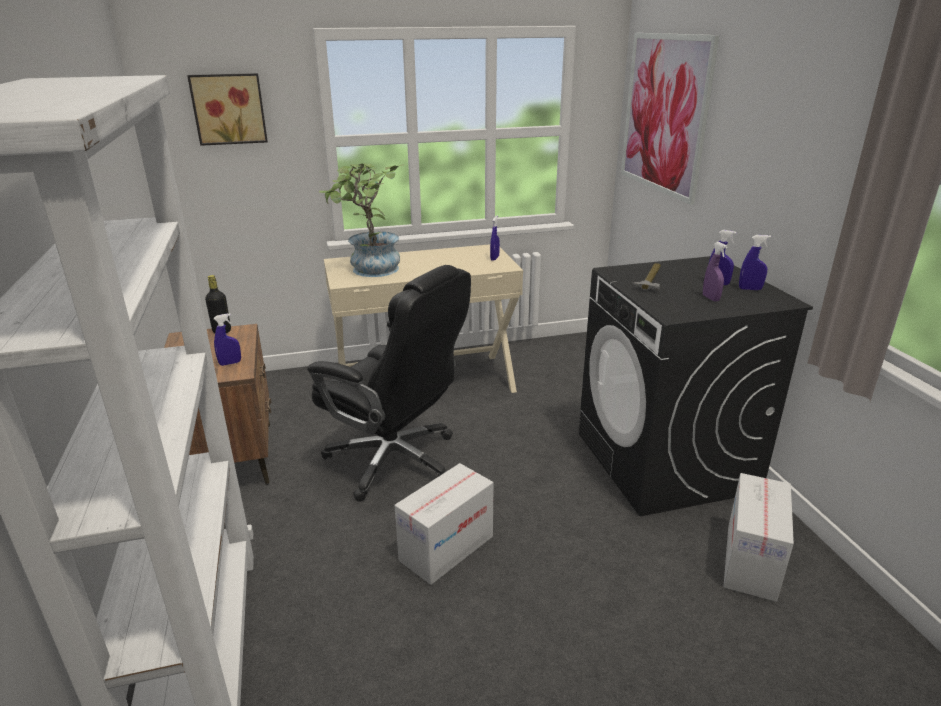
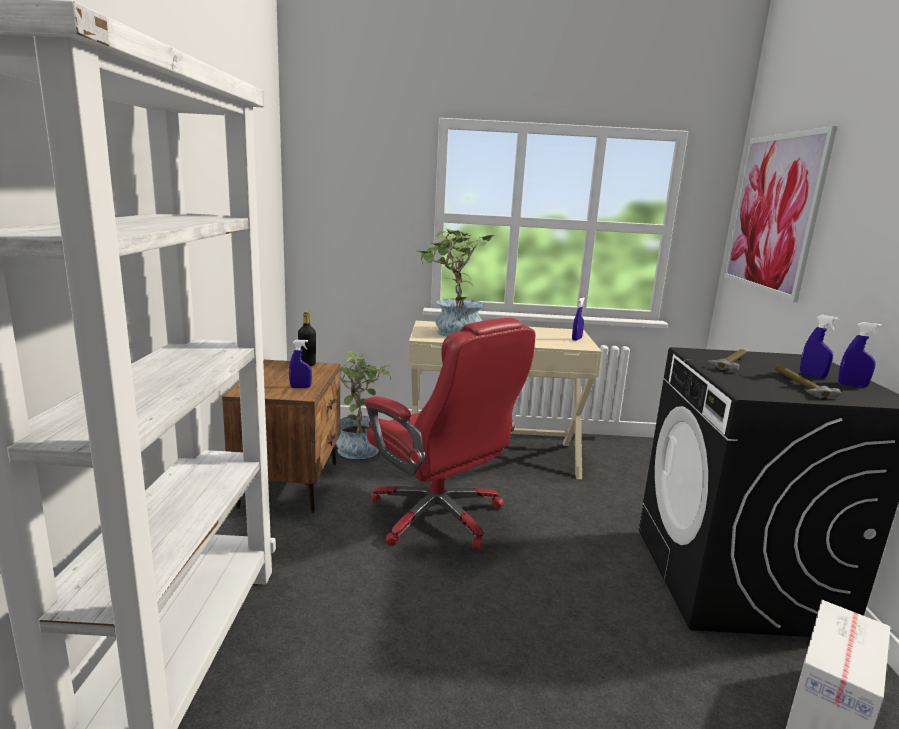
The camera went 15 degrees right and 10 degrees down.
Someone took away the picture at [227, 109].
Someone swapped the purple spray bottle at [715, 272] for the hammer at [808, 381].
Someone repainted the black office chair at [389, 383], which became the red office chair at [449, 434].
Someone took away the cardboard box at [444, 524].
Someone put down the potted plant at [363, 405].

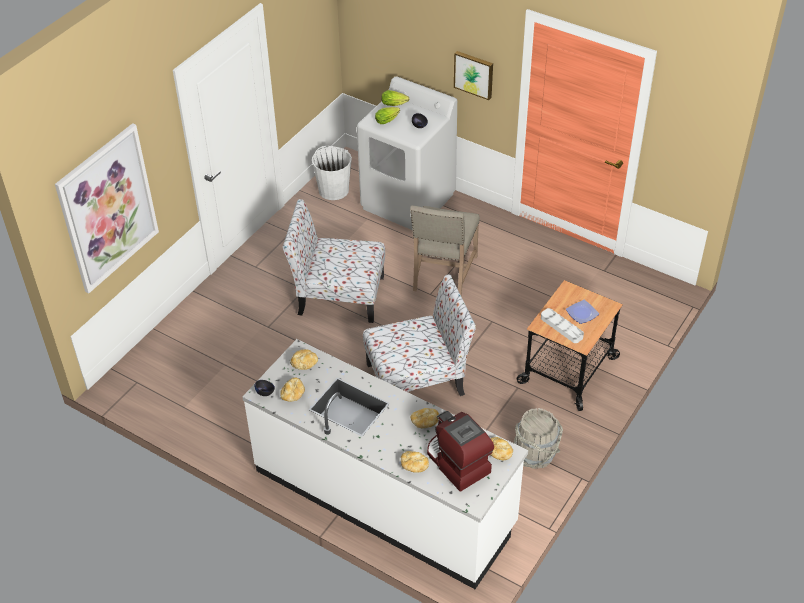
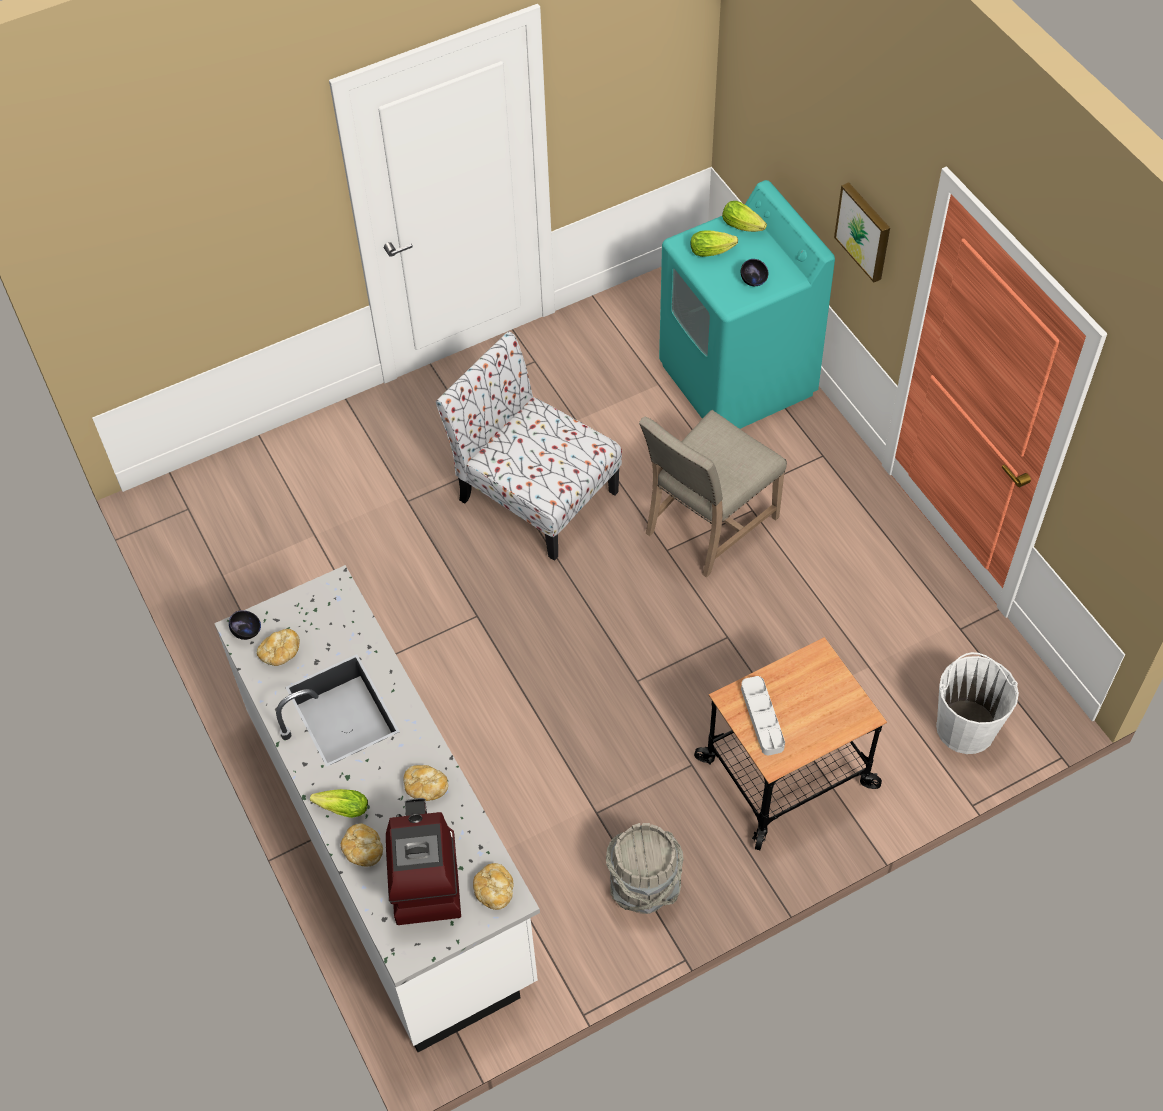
The camera went 30 degrees right and 10 degrees up.
Someone repainted the white washing machine at [407, 153], which became the turquoise washing machine at [747, 304].
Someone took away the picture at [107, 208].
Someone carried the white bucket from [332, 173] to [977, 703].
Someone took away the chair at [419, 335].
Someone took away the plate at [582, 312].
Someone took away the bread at [304, 359].
Someone put down the lettuce at [339, 803].

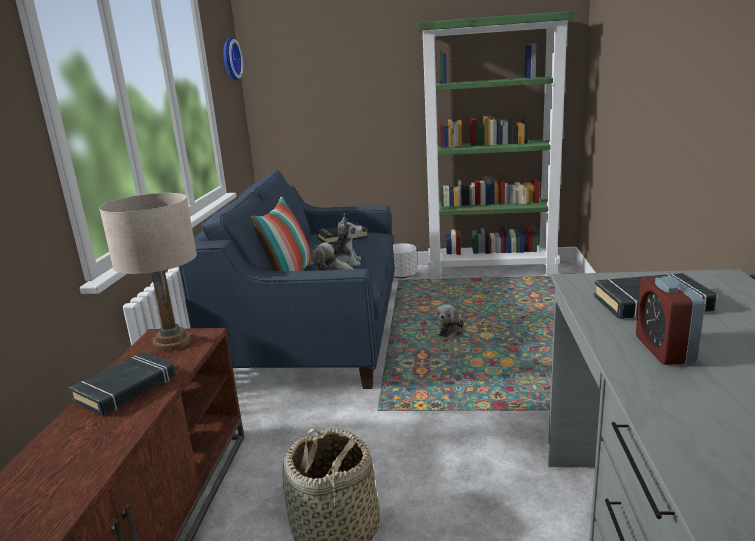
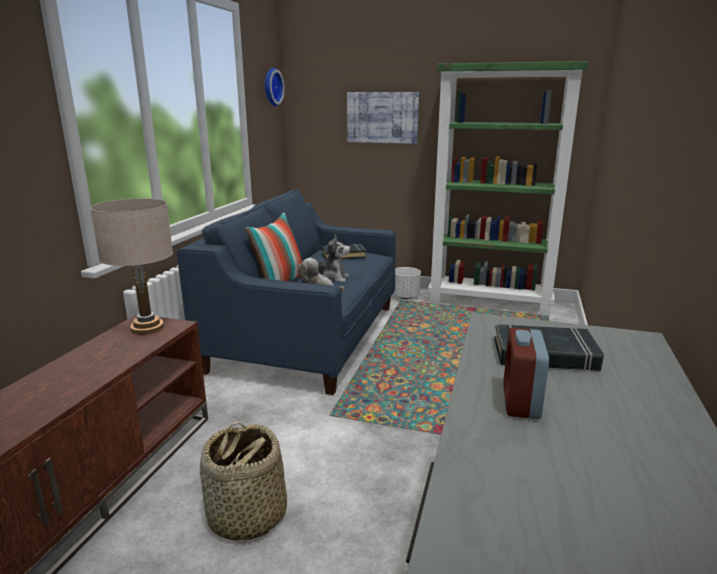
The camera went 10 degrees right and 0 degrees up.
Someone took away the plush toy at [449, 321].
Someone took away the black book at [122, 384].
Someone put up the picture at [383, 118].

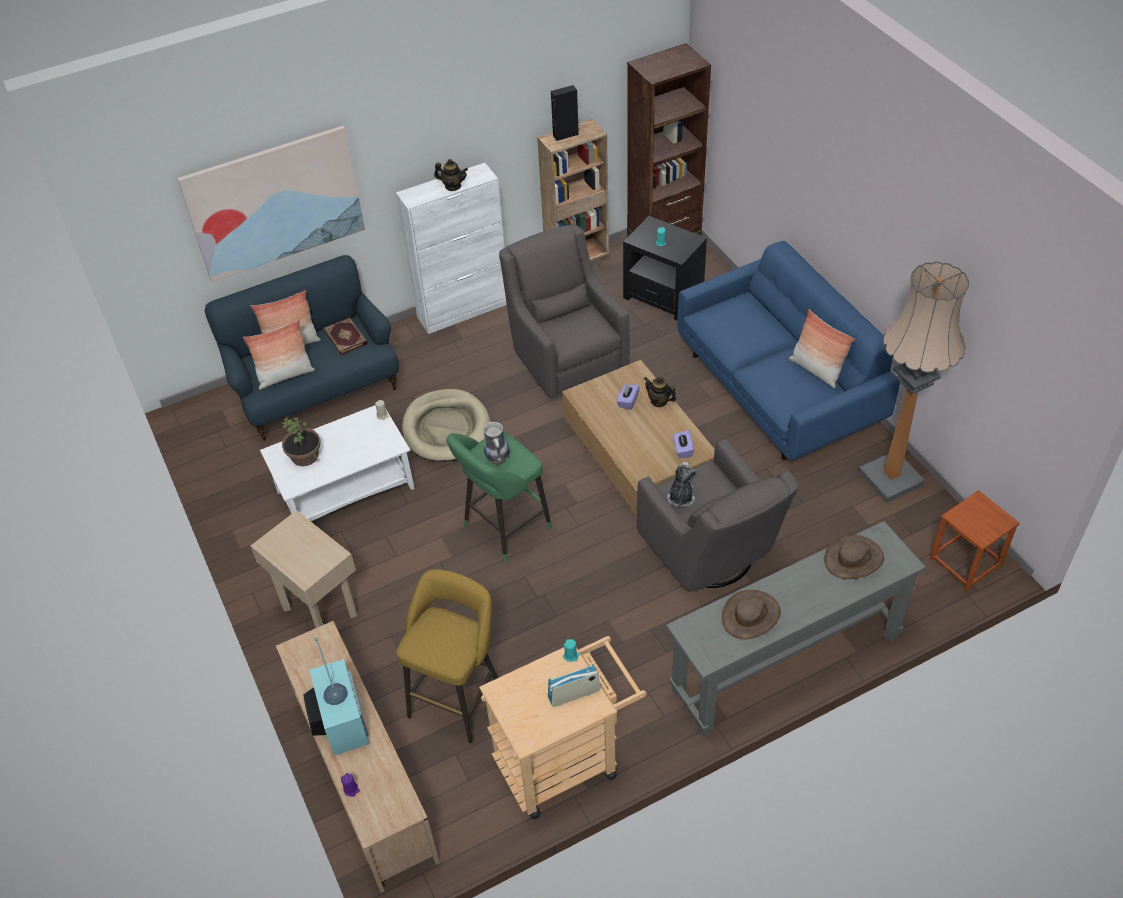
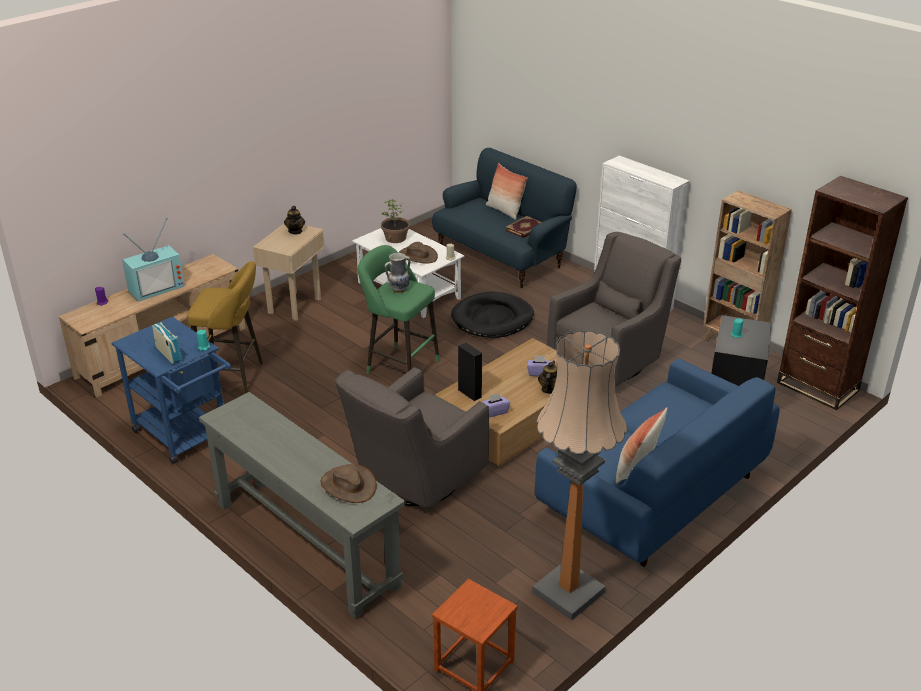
The camera went 70 degrees right and 15 degrees down.
Someone carried the black speaker from [565, 113] to [470, 372].
Someone took away the picture at [271, 204].
Someone carried the teapot from [451, 175] to [294, 220].
Someone took away the pillow at [279, 355].
Someone repainted the beige dog bed at [446, 425], which became the black dog bed at [492, 315].
Someone took away the plush toy at [682, 484].
Someone carried the brown hat from [751, 614] to [418, 252].
Someone repainted the beige cart at [563, 727], which became the blue cart at [171, 390].

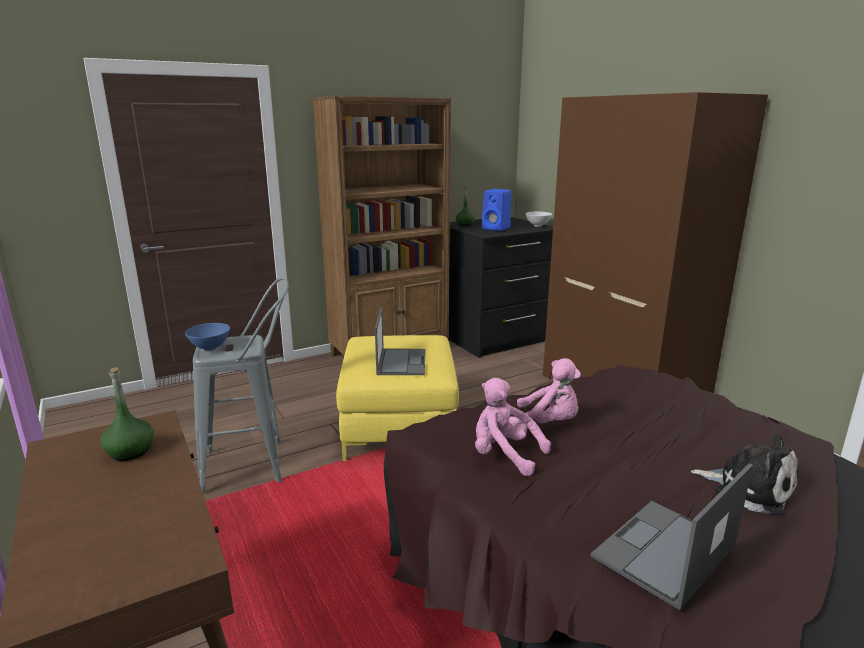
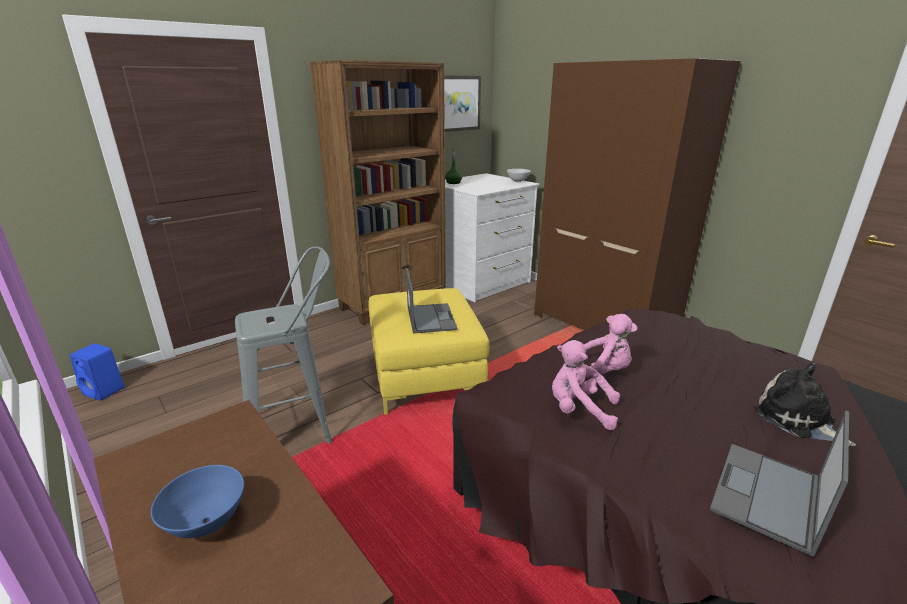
The camera went 10 degrees left and 5 degrees up.
Someone carried the blue speaker from [496, 210] to [97, 372].
Someone repainted the black dresser at [500, 287], which became the white dresser at [492, 238].
Someone carried the blue bowl from [207, 337] to [197, 501].
Someone took away the green bottle at [127, 414].
Someone rotated the plush toy at [744, 475] by 150 degrees counterclockwise.
Someone put up the picture at [462, 103].

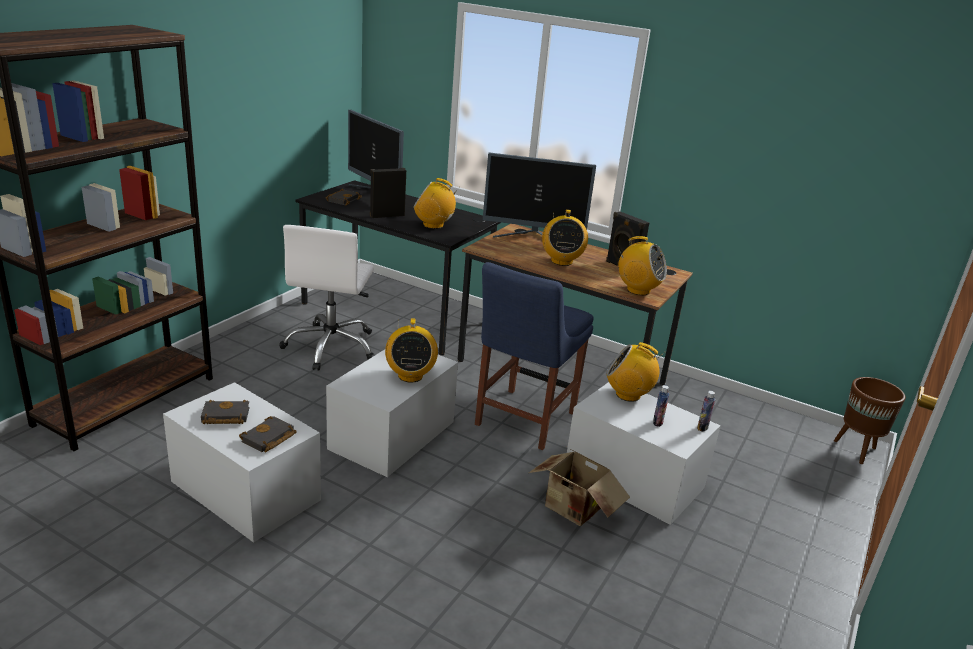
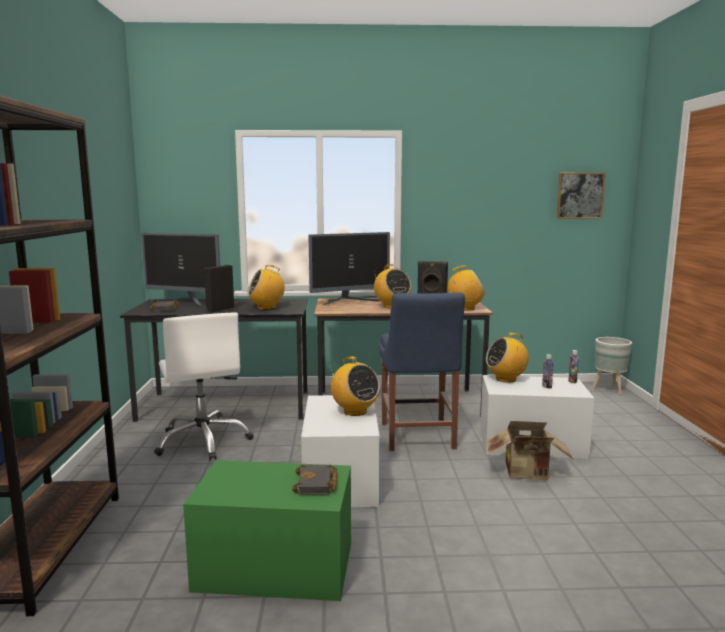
The camera went 30 degrees left and 15 degrees down.
Someone repainted the brown planter at [870, 420], which became the grey planter at [612, 366].
Someone repainted the white storage box at [242, 462], which became the green storage box at [267, 530].
Someone took away the black book at [225, 412].
Someone put up the picture at [581, 195].

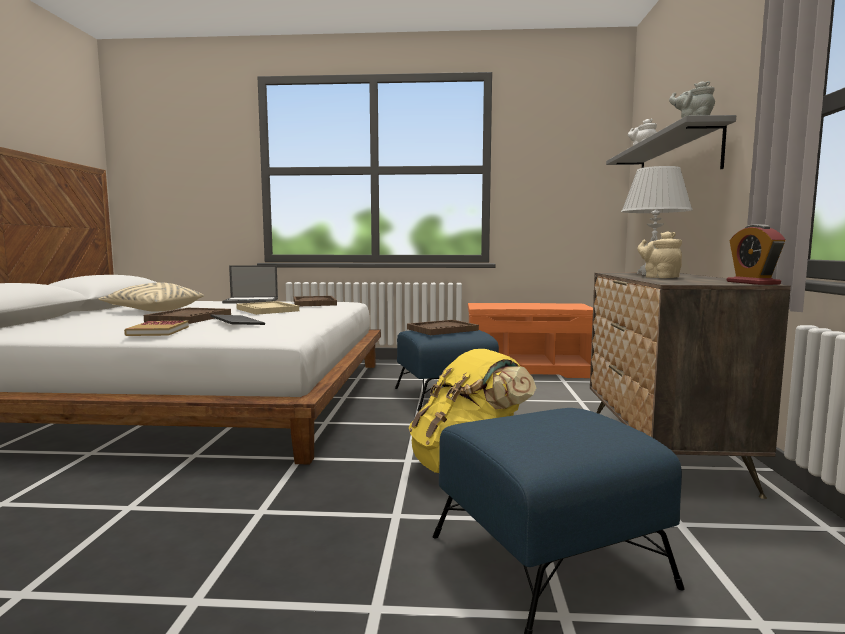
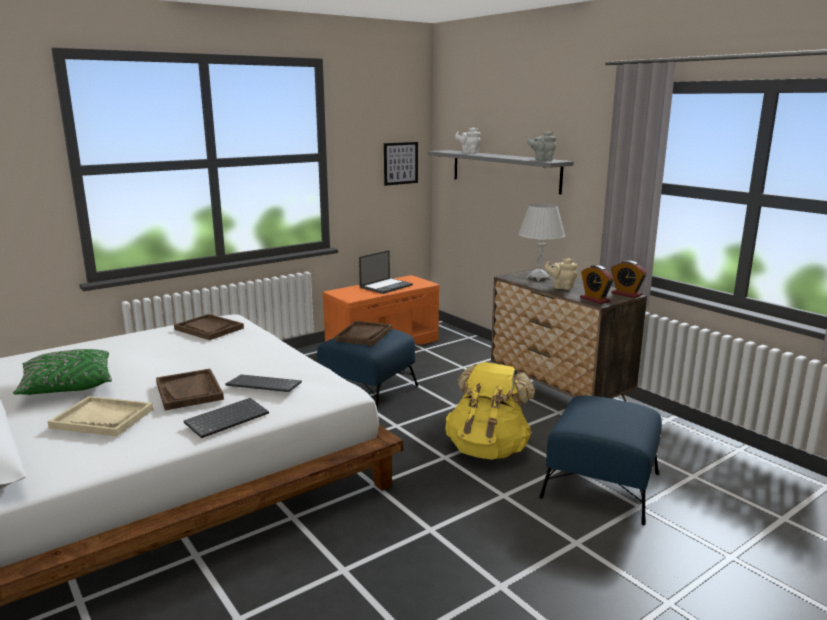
The camera went 40 degrees left and 10 degrees up.
Someone carried the laptop from [250, 284] to [386, 272].
Someone repainted the beige pillow at [151, 296], which became the green pillow at [62, 372].
Someone carried the beige tray from [267, 308] to [100, 416].
Someone swapped the book at [156, 328] for the keyboard at [226, 418].
Someone put up the picture at [401, 164].
Someone put down the alarm clock at [597, 284].

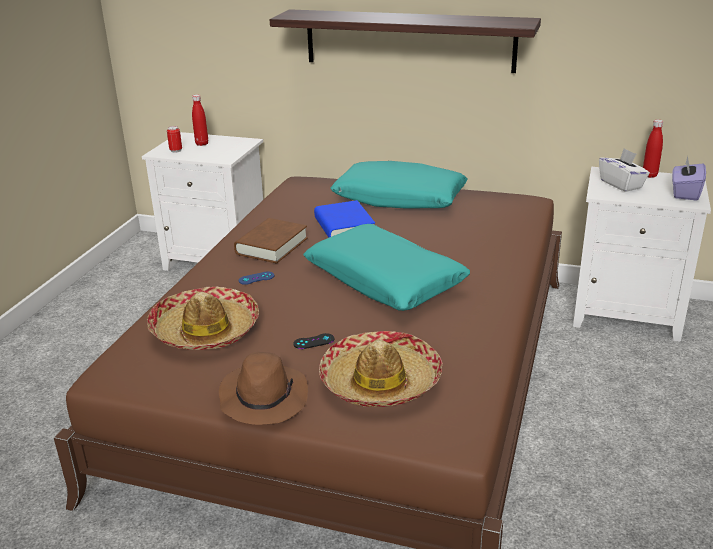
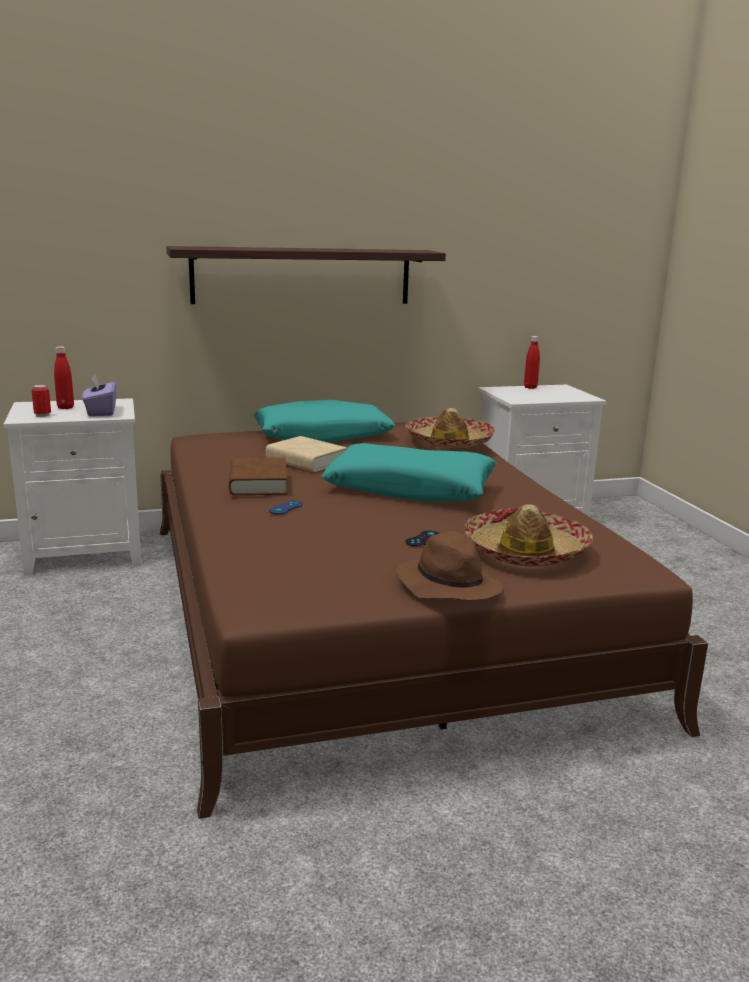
The camera went 35 degrees left and 10 degrees down.
Someone took away the white tissue box at [624, 170].
Someone carried the purple tissue box from [689, 178] to [99, 395].
Someone repainted the blue book at [344, 219], which became the beige book at [306, 454].
Someone carried the hat from [203, 318] to [450, 428].

